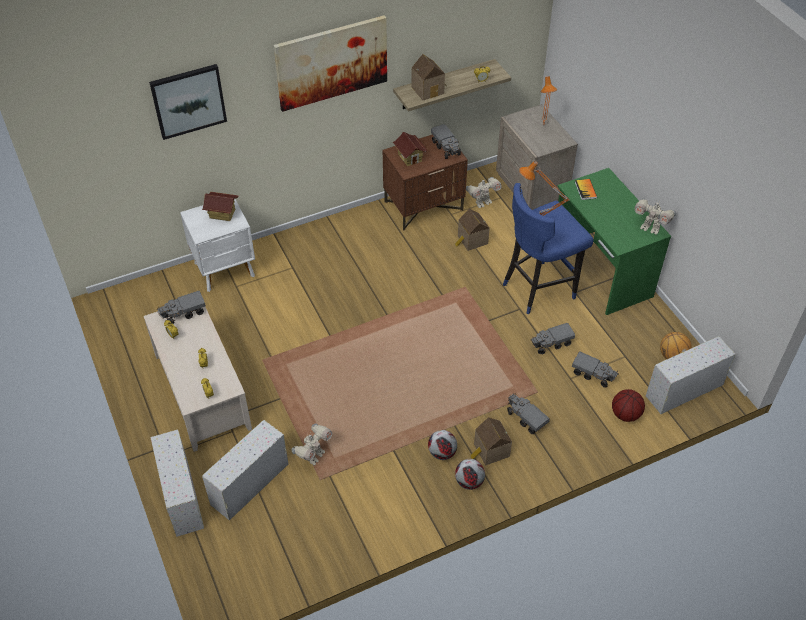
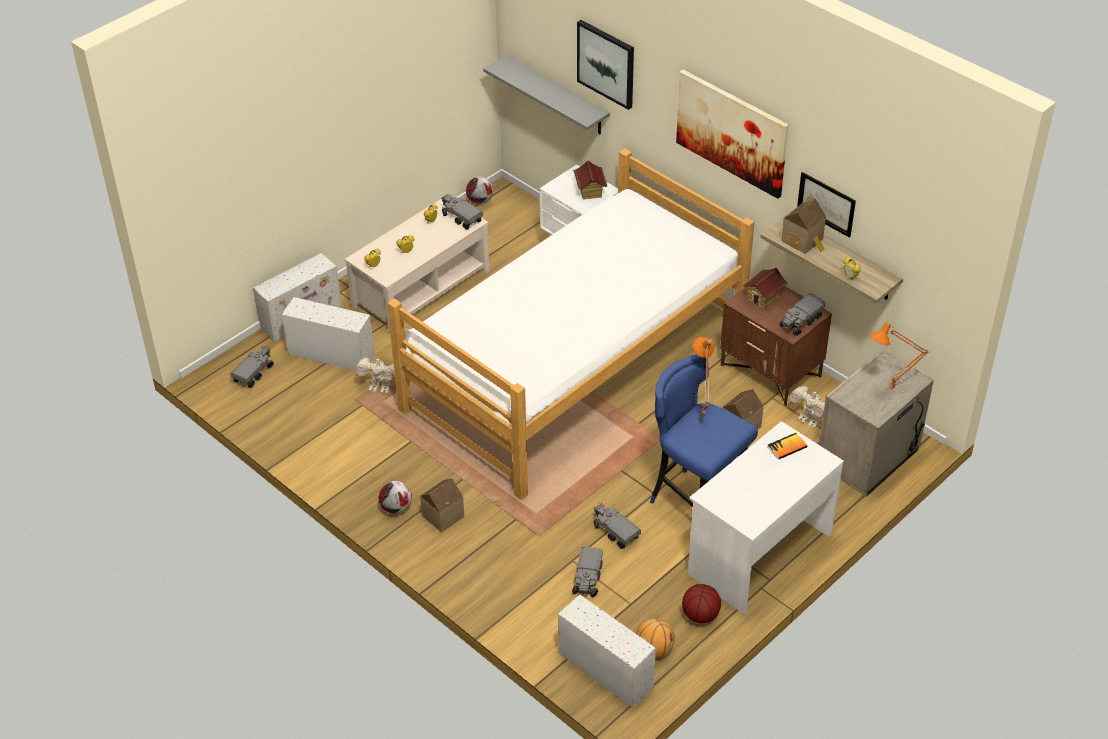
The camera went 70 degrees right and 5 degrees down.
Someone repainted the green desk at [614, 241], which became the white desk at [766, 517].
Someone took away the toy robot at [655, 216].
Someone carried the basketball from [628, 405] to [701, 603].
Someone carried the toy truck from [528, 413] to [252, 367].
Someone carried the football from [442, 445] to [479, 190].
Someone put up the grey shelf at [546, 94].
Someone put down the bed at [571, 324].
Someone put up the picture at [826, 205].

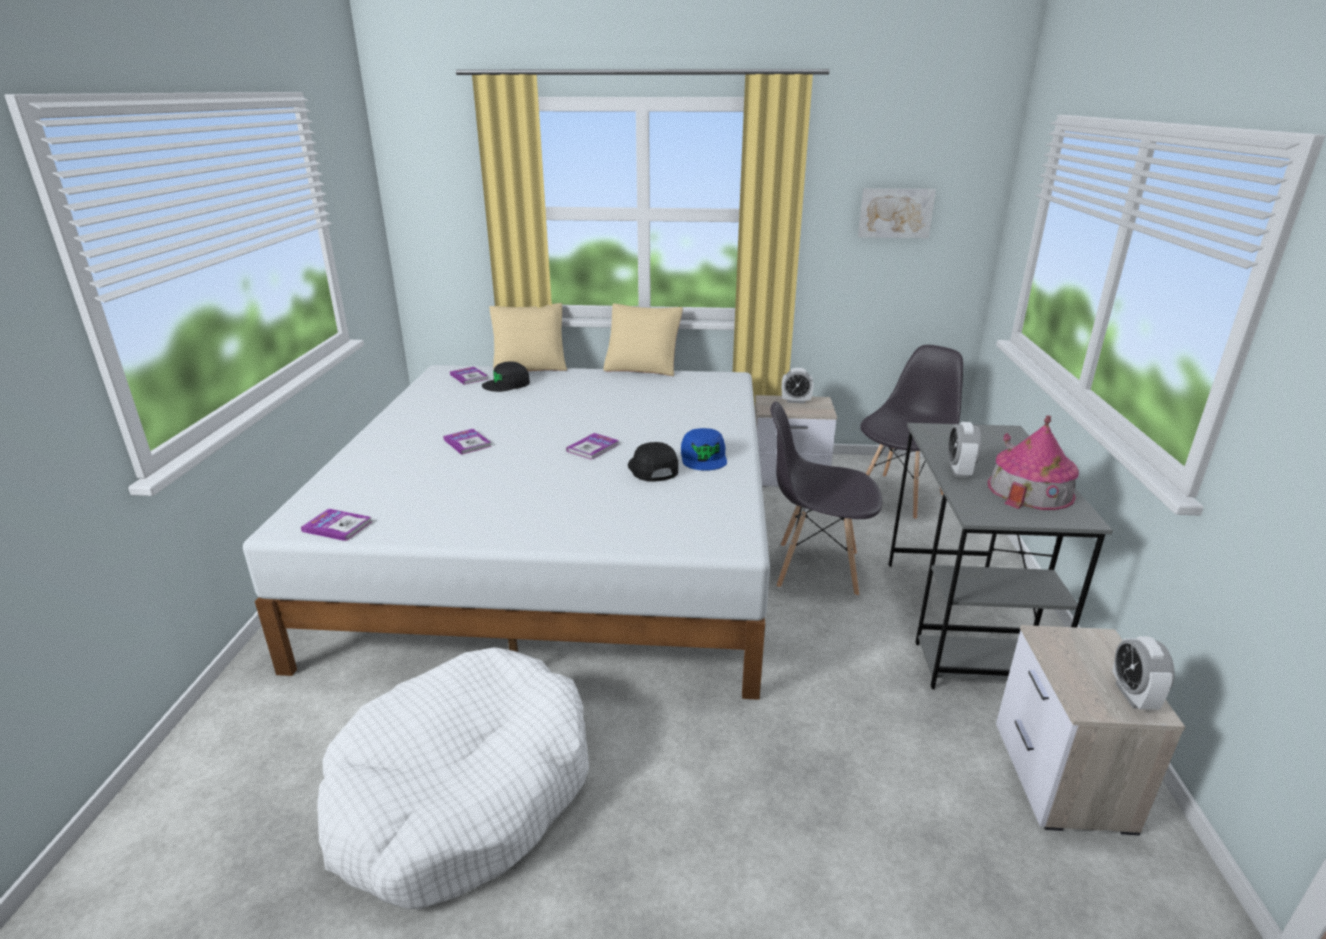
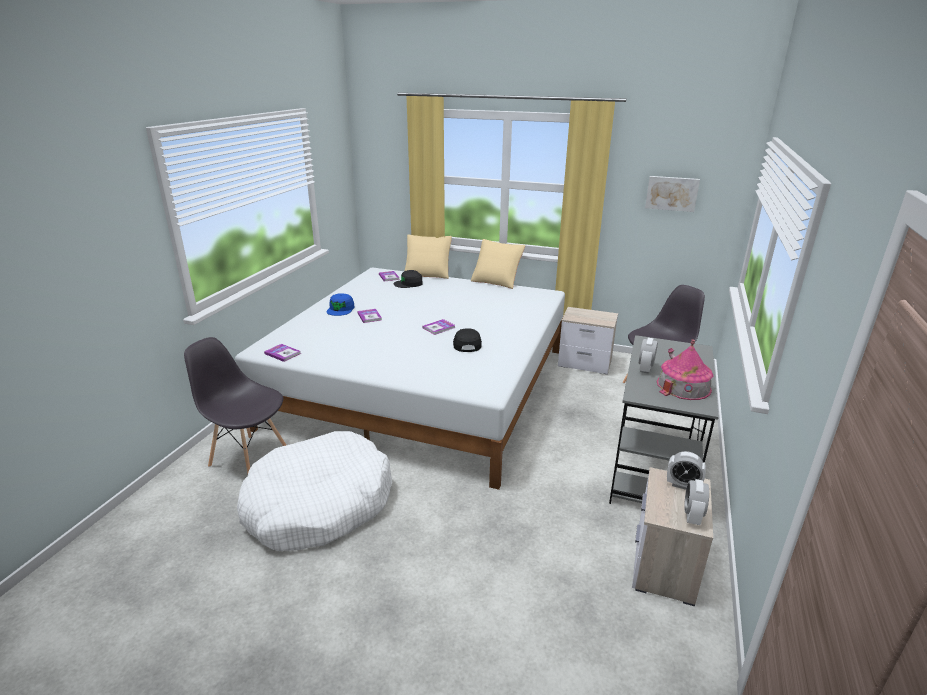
The camera went 15 degrees right and 0 degrees up.
Someone carried the alarm clock from [797, 386] to [686, 470].
Someone carried the grey chair from [826, 499] to [235, 405].
Someone carried the blue cap from [704, 449] to [340, 304].

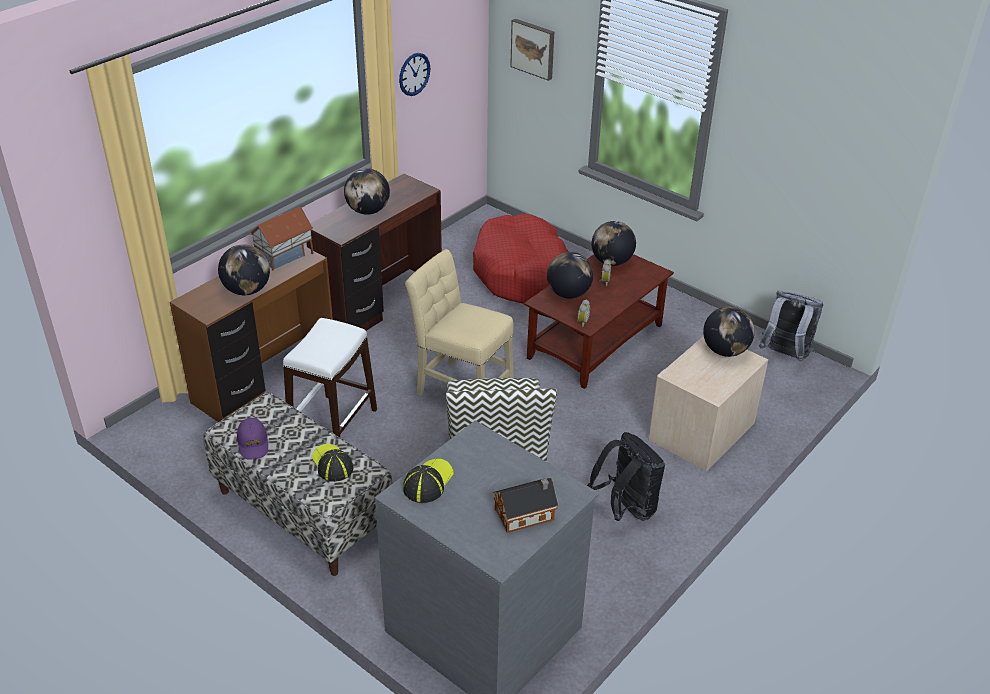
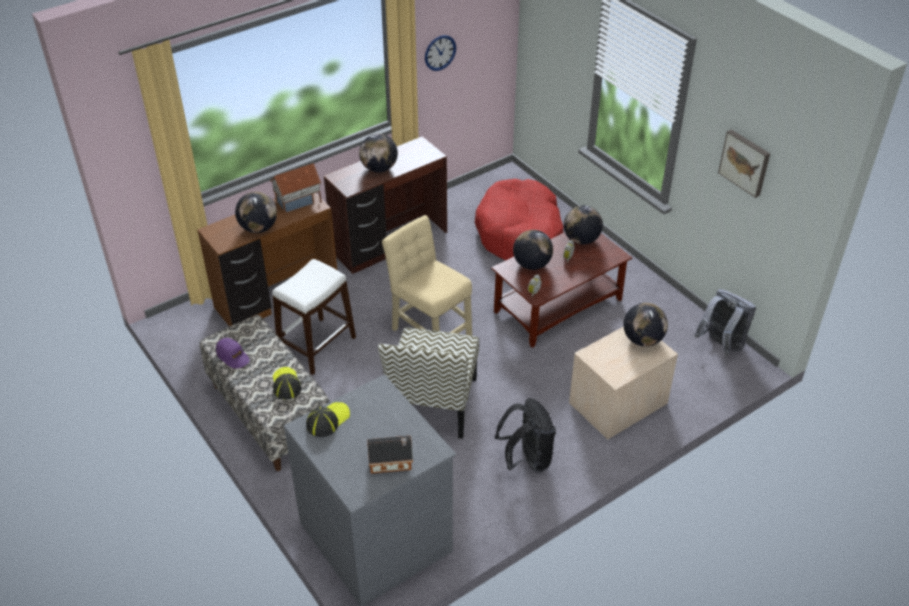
The camera went 15 degrees right and 5 degrees up.
Someone carried the picture from [532, 50] to [744, 163].
Someone rotated the purple cap at [252, 439] by 45 degrees counterclockwise.

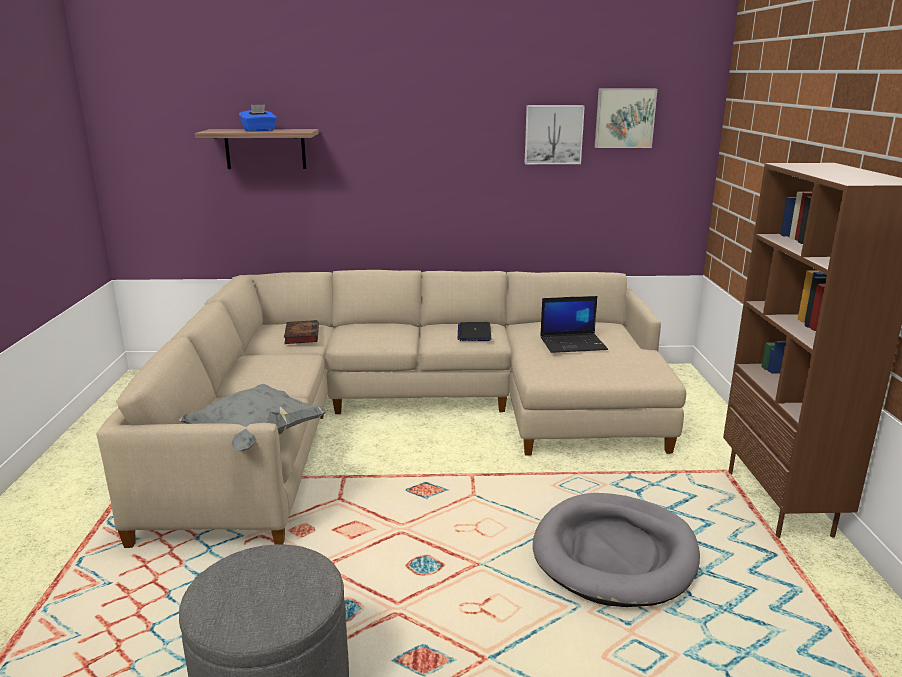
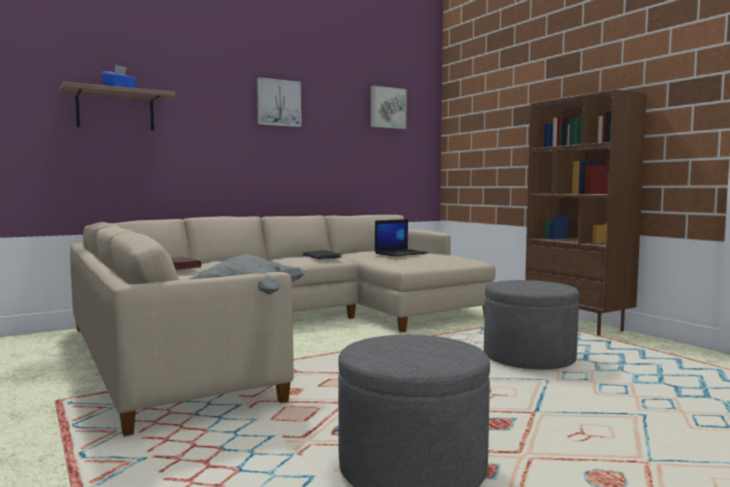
The camera went 30 degrees left and 15 degrees down.
Someone carried the picture from [554, 134] to [279, 102].
Someone swapped the grey dog bed at [616, 550] for the grey ottoman at [531, 324].

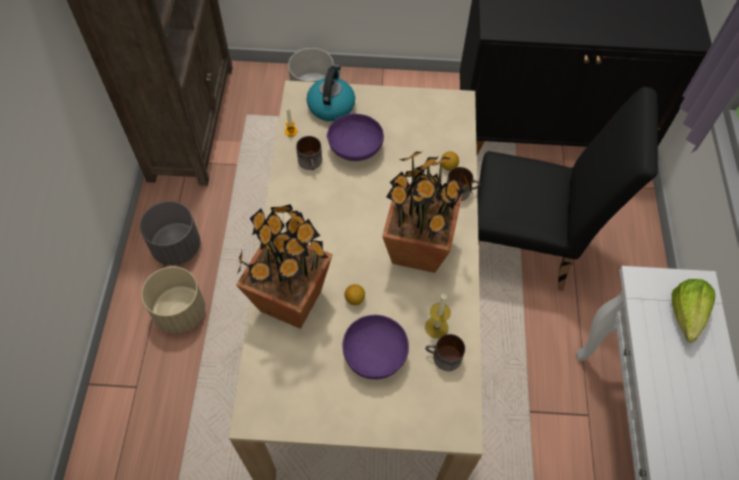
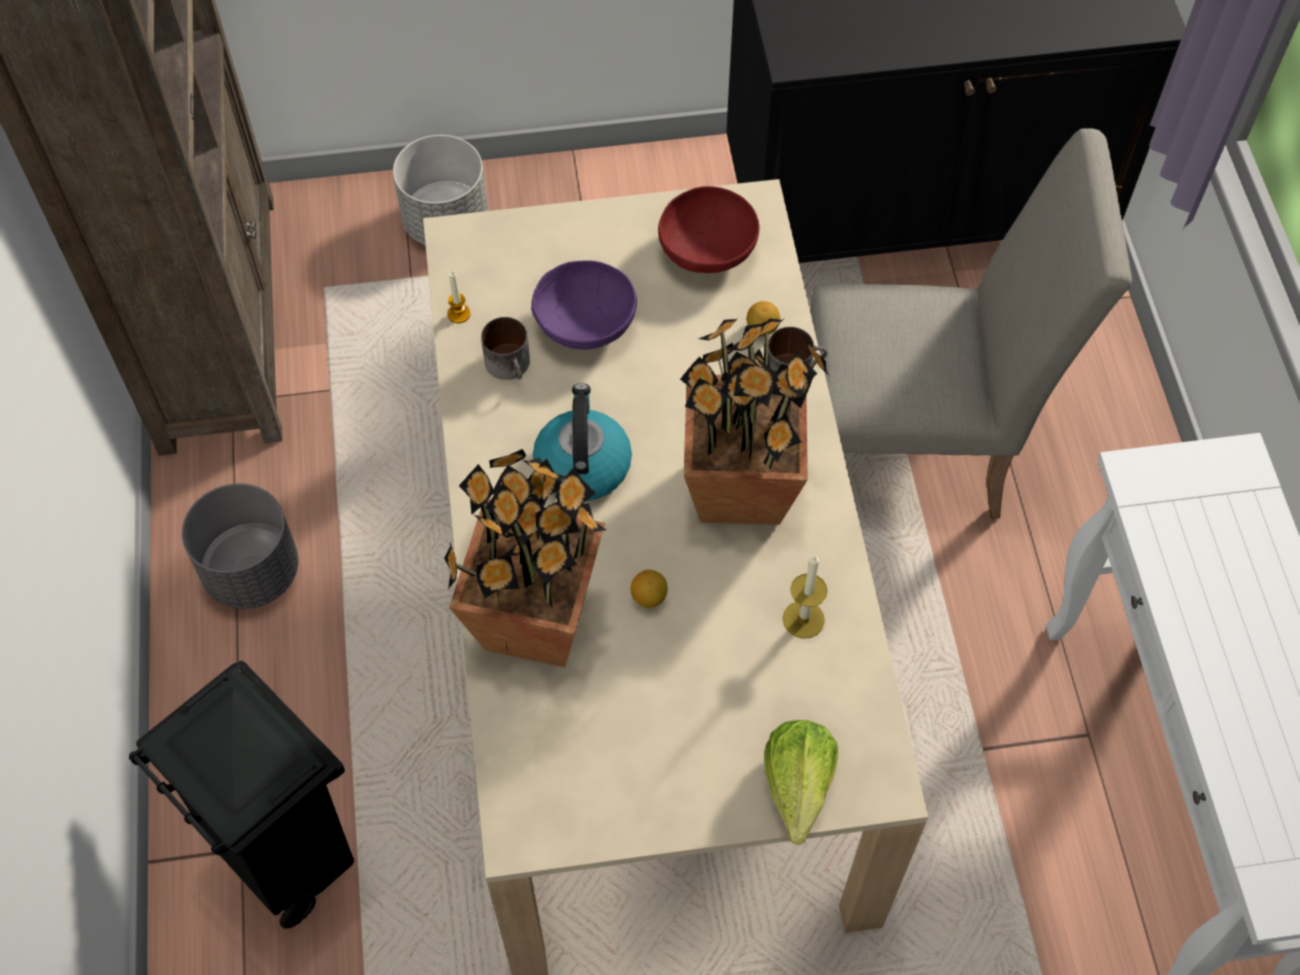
The camera went 10 degrees left and 0 degrees up.
Someone carried the kettle from [331, 93] to [582, 442].
Someone repainted the black chair at [567, 189], which became the beige chair at [971, 323].
Someone took away the beige planter at [173, 300].
Someone carried the lettuce from [693, 311] to [801, 782].
Someone took away the purple bowl at [375, 347].
Someone took away the mug at [445, 352].
Someone put down the red bowl at [709, 229].
Someone put down the black trash can at [241, 795].

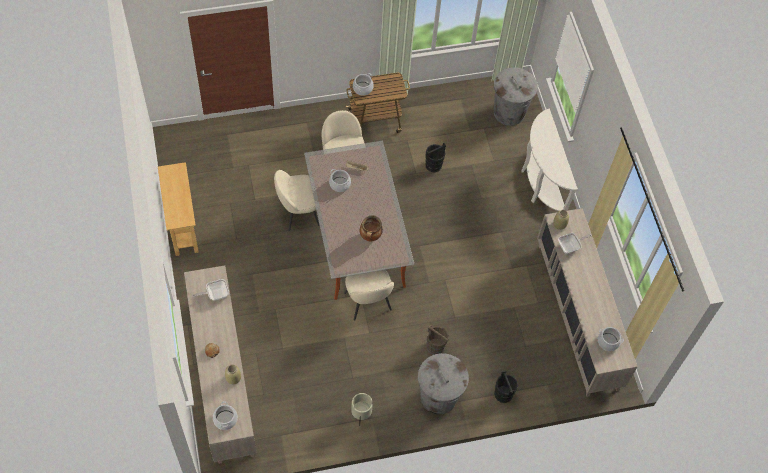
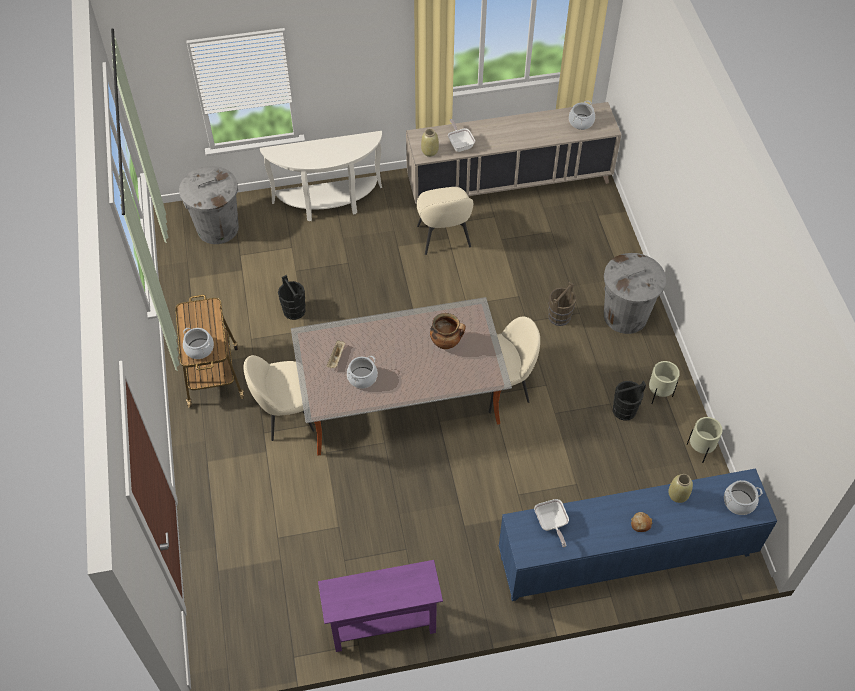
The camera went 85 degrees left and 5 degrees down.
Someone repainted the beige console table at [178, 209], which became the purple console table at [380, 606].
Someone carried the beige chair from [296, 200] to [445, 221].
Someone repainted the beige cabinet at [220, 364], which became the blue cabinet at [638, 534].
Someone carried the black bucket from [506, 386] to [629, 401].
Someone put down the beige planter at [705, 440].

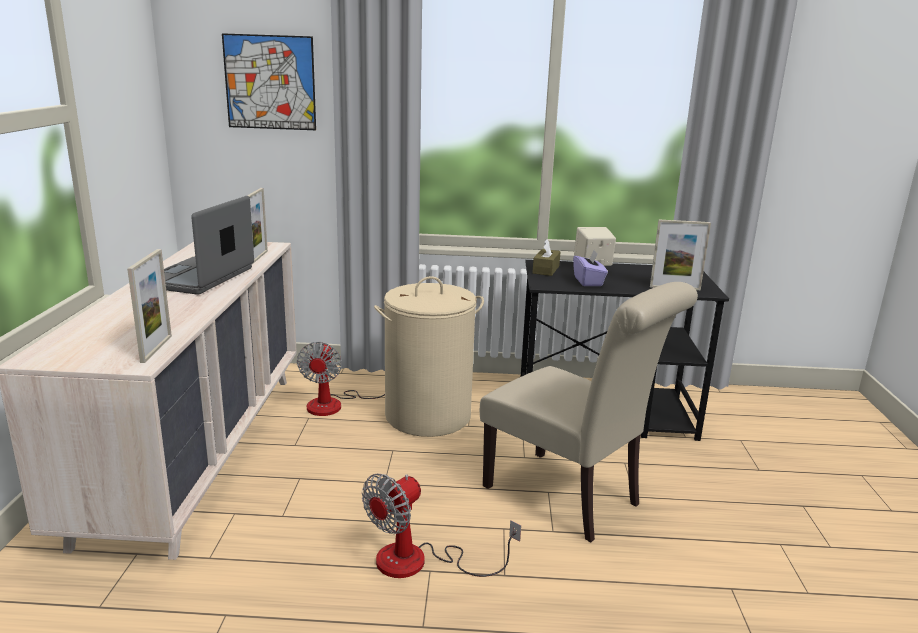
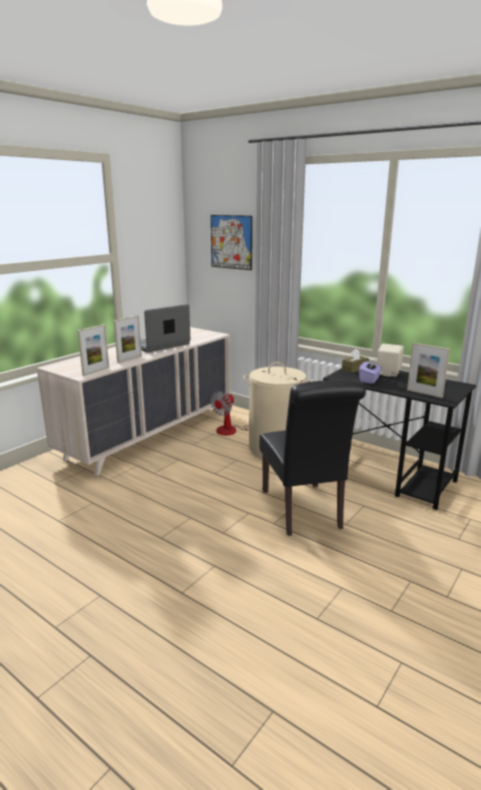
The camera went 35 degrees right and 0 degrees up.
Someone carried the picture frame from [257, 226] to [128, 339].
Someone repainted the beige chair at [589, 412], which became the black chair at [312, 457].
Someone took away the fan at [441, 526].

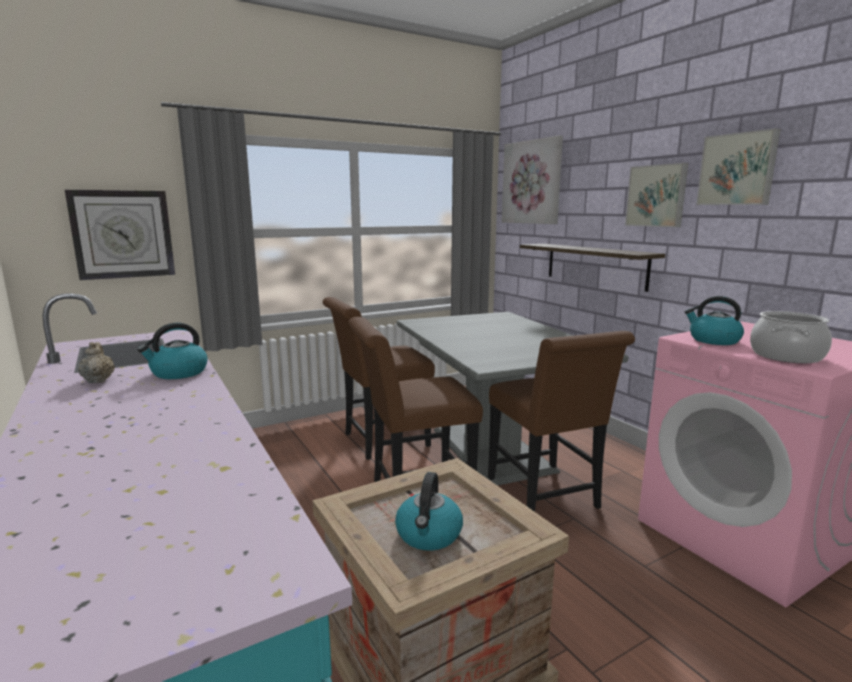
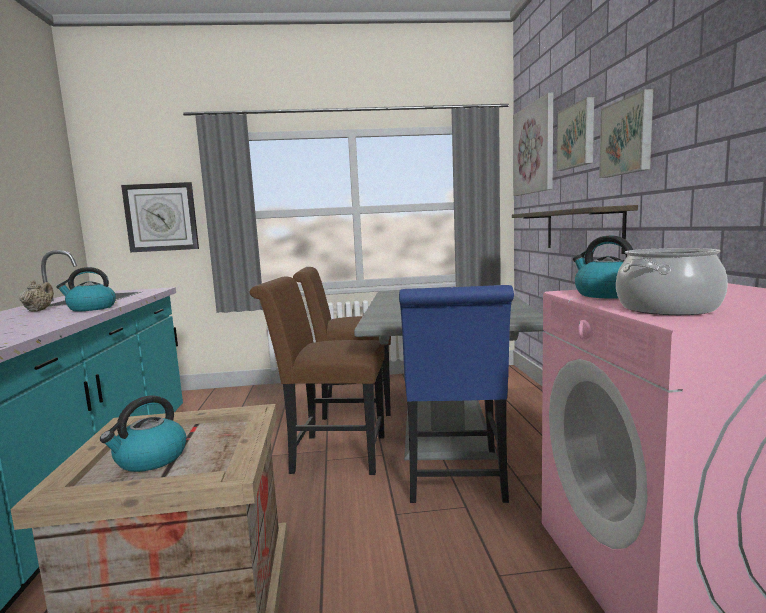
The camera went 25 degrees right and 5 degrees down.
Someone carried the picture from [738, 166] to [575, 134].
Someone repainted the brown chair at [561, 421], which became the blue chair at [456, 394].

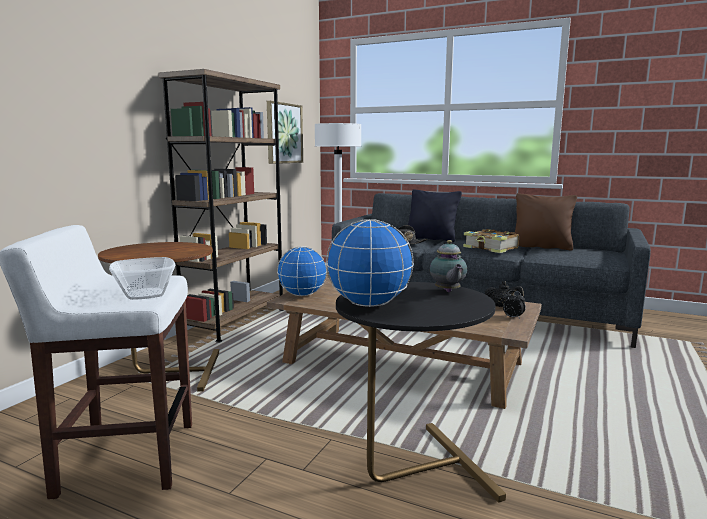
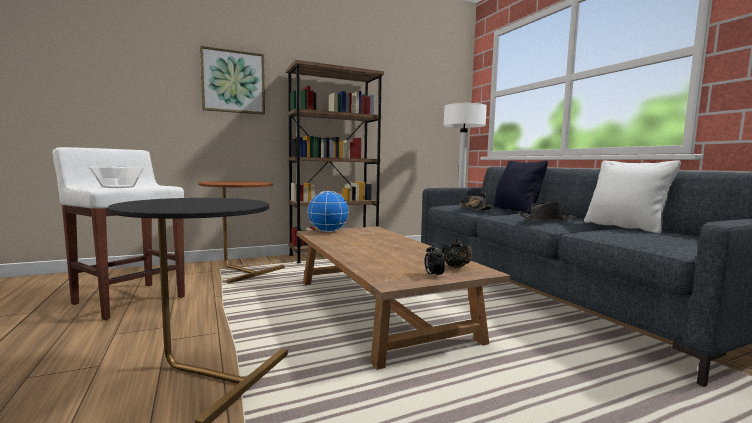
The camera went 40 degrees right and 5 degrees down.
Someone carried the picture from [285, 132] to [232, 80].
Someone repainted the brown pillow at [546, 221], which became the white pillow at [632, 196].
Someone took away the globe at [370, 263].
Someone swapped the book at [491, 241] for the black hat at [547, 211].
Someone took away the teapot at [448, 266].

